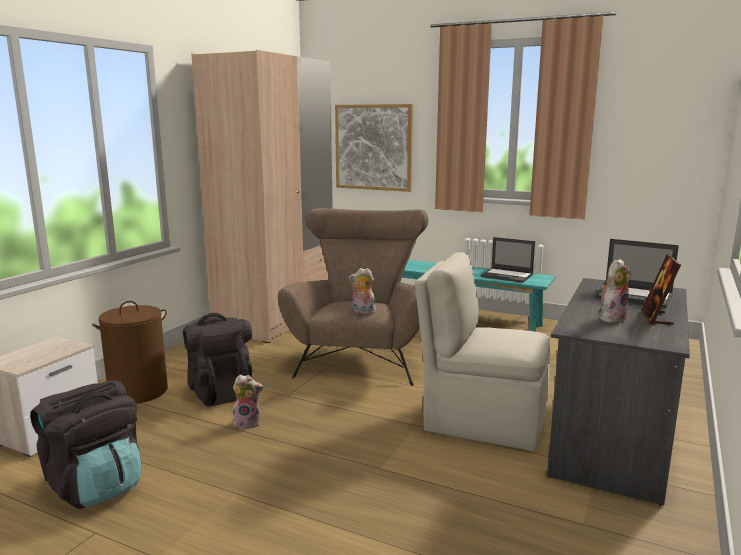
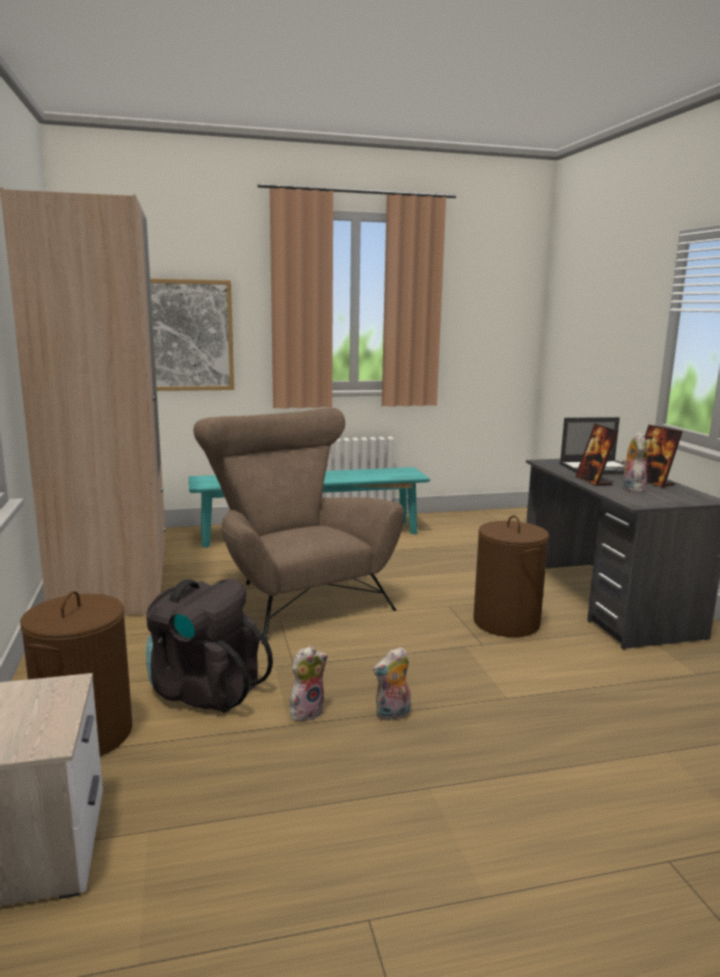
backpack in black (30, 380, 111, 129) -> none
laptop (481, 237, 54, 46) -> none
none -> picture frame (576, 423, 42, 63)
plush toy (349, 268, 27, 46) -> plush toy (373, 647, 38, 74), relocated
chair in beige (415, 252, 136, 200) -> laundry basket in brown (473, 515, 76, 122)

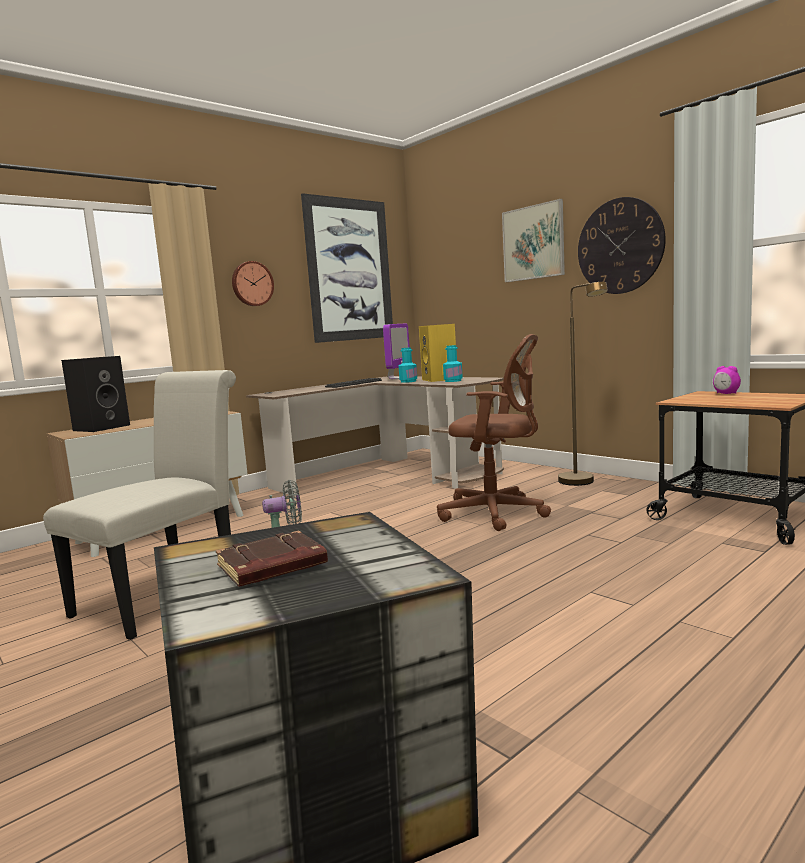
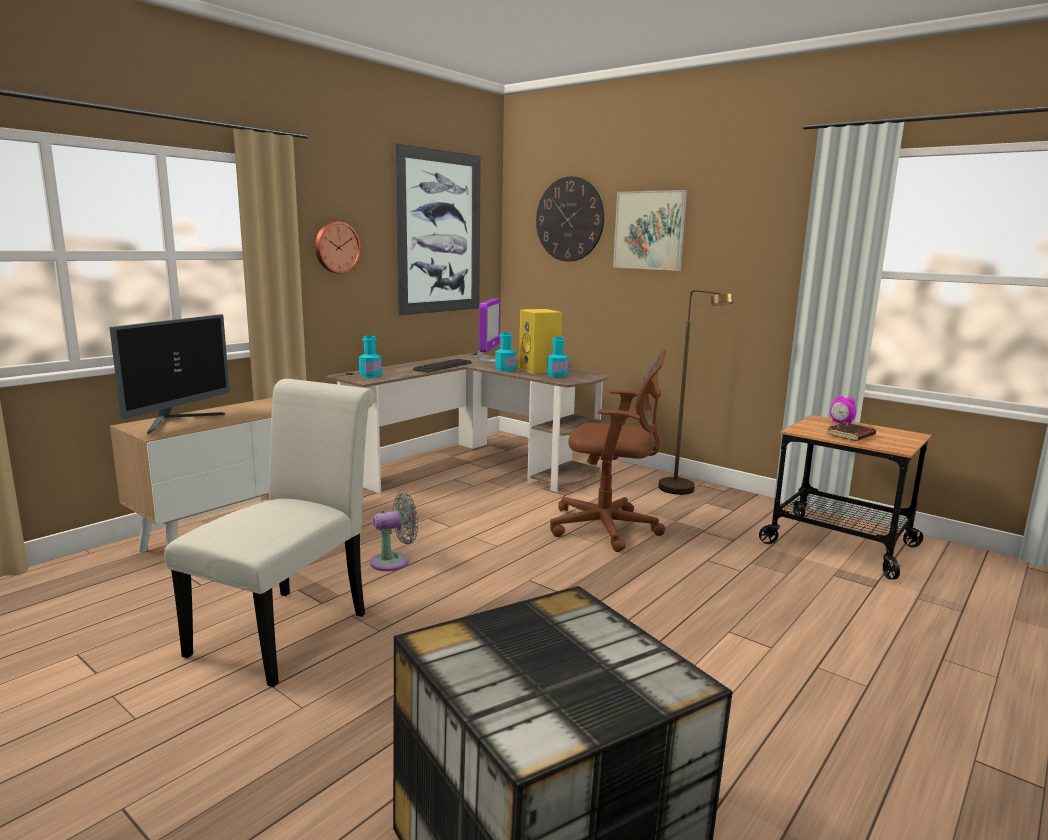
none -> bottle in turquoise (359, 336, 23, 42)
book in brown (216, 530, 112, 57) -> book in brown (826, 422, 50, 19), relocated
wall clock (578, 197, 88, 97) -> wall clock (536, 176, 68, 86), relocated
speaker in black (61, 356, 69, 76) -> monitor (109, 314, 121, 121)

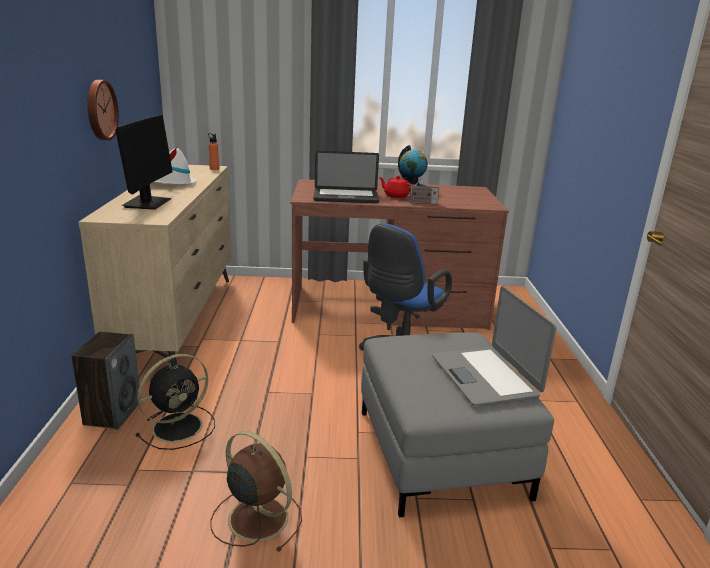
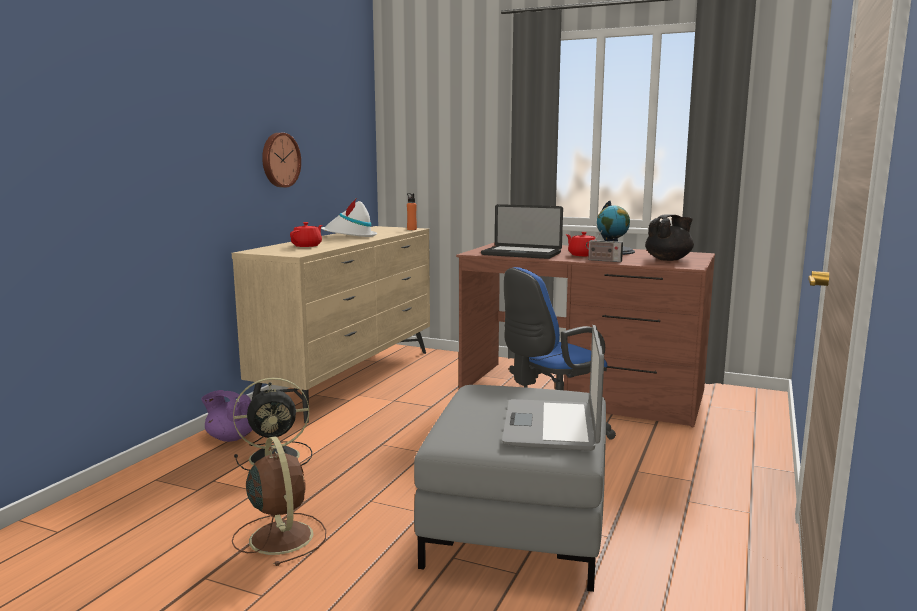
none -> teapot in black (645, 214, 49, 47)
speaker (72, 332, 69, 98) -> teapot in purple (201, 390, 51, 52)
monitor (115, 115, 58, 95) -> teapot in red (290, 222, 32, 25)

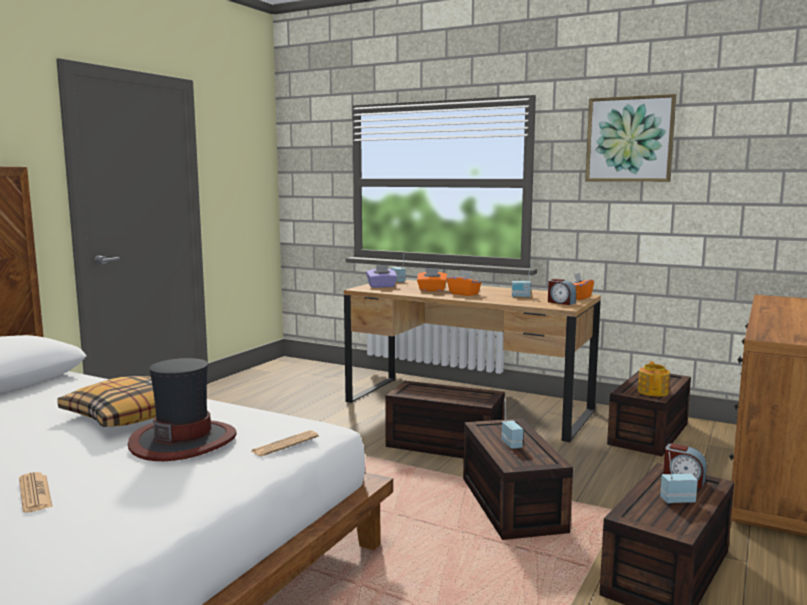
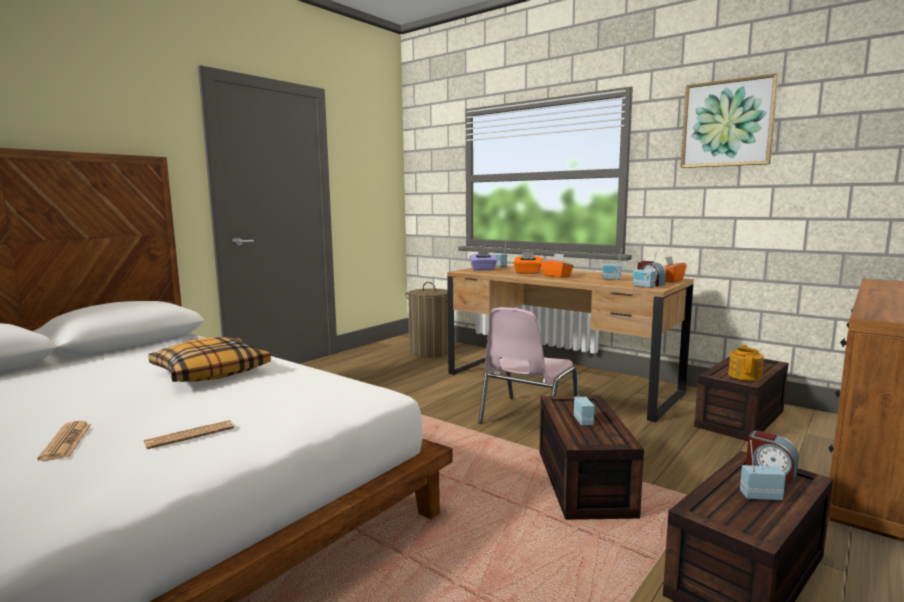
hat (128, 358, 109, 103) -> none
none -> laundry basket (405, 282, 43, 76)
none -> radio (633, 253, 24, 35)
newspaper (251, 430, 68, 27) -> newspaper (144, 420, 90, 29), relocated
storage box in brown (385, 381, 120, 78) -> chair in pink (478, 307, 99, 117)

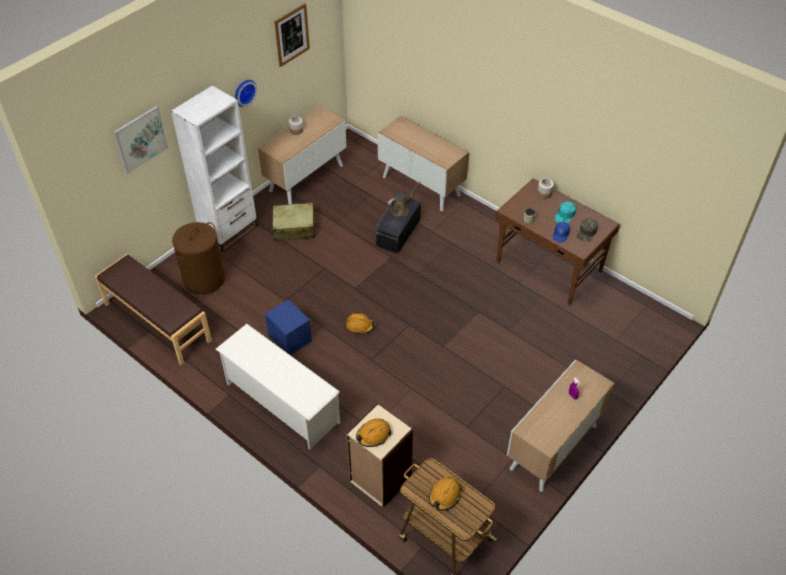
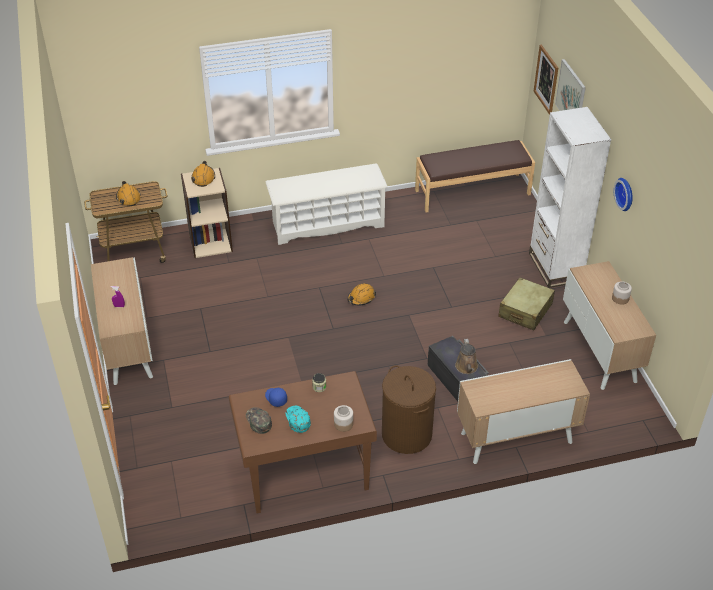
storage box in blue (265, 299, 47, 56) -> none
laundry basket in brown (172, 222, 53, 73) -> laundry basket in brown (382, 365, 54, 89), relocated
picture (274, 3, 36, 64) -> picture (534, 45, 24, 70), relocated

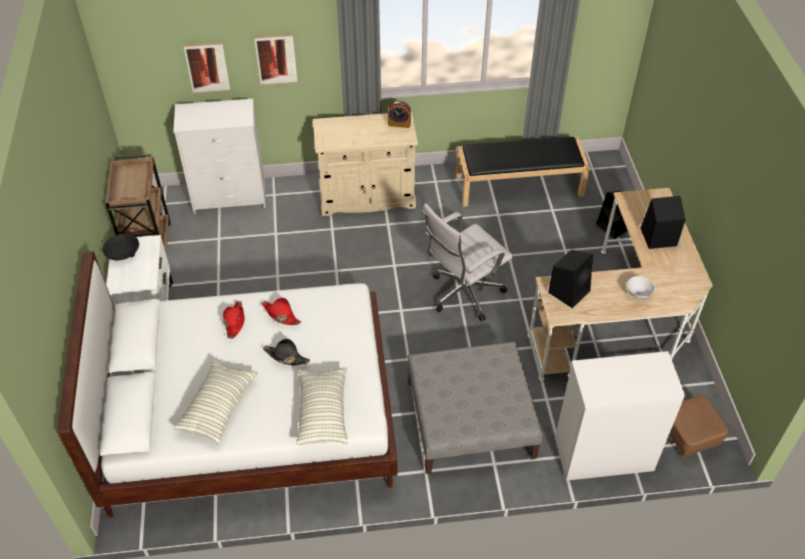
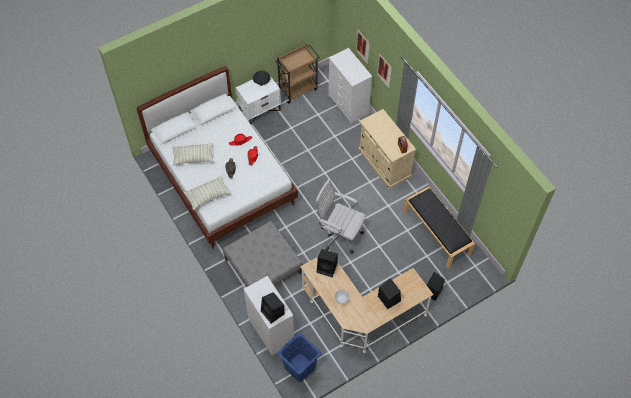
none -> speaker in black (261, 292, 24, 32)
ottoman in brown (669, 395, 60, 63) -> laundry basket in blue (278, 333, 43, 49)

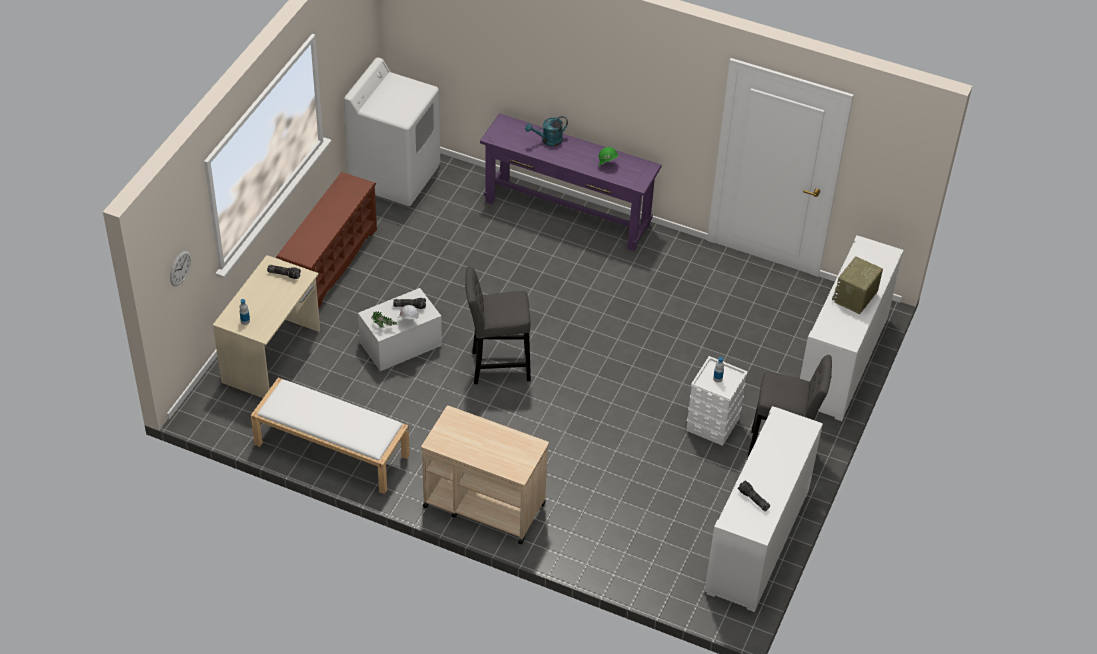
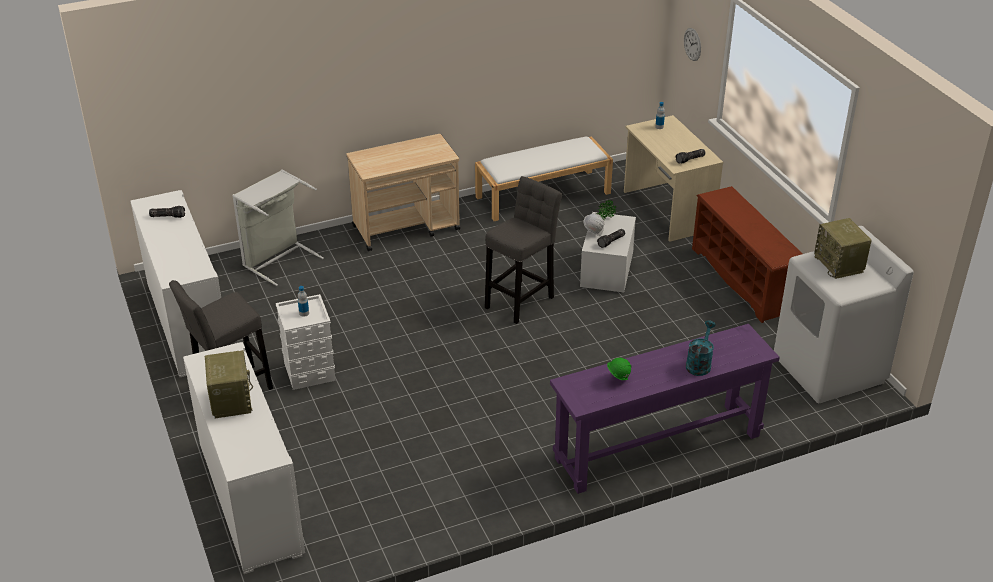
none -> laundry basket in grey (232, 170, 92, 116)
none -> radio (814, 218, 58, 61)

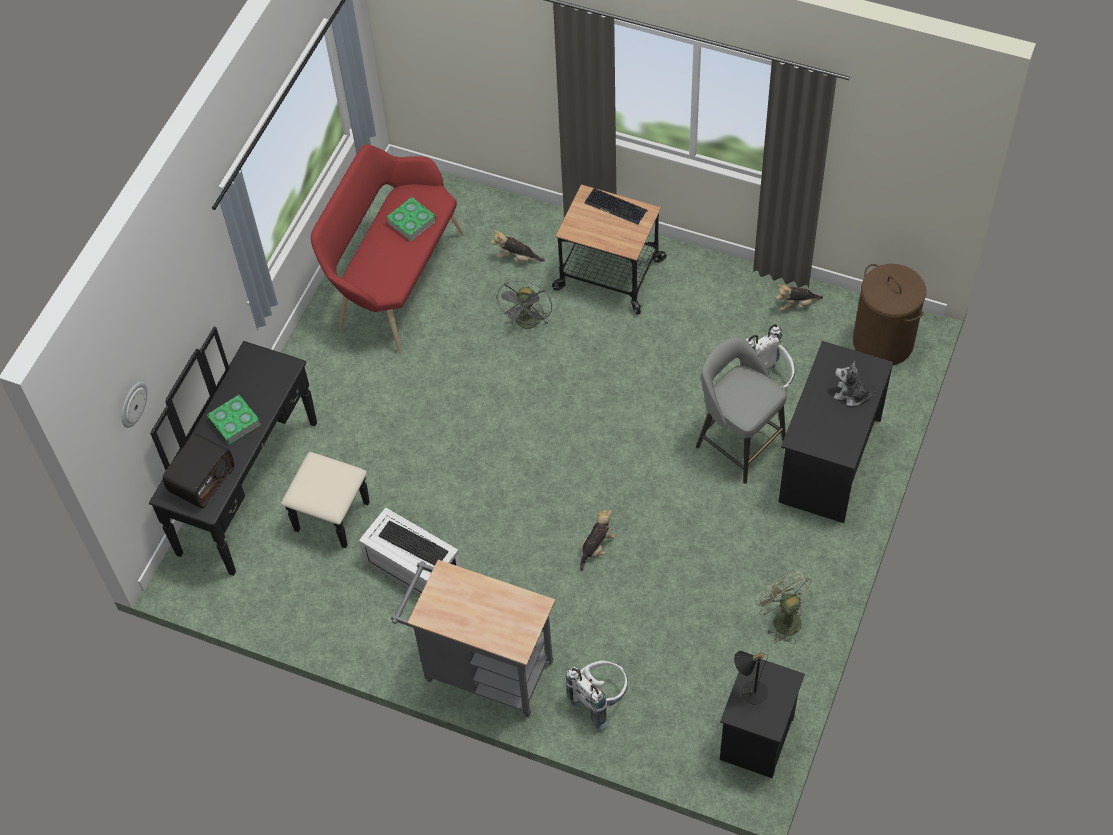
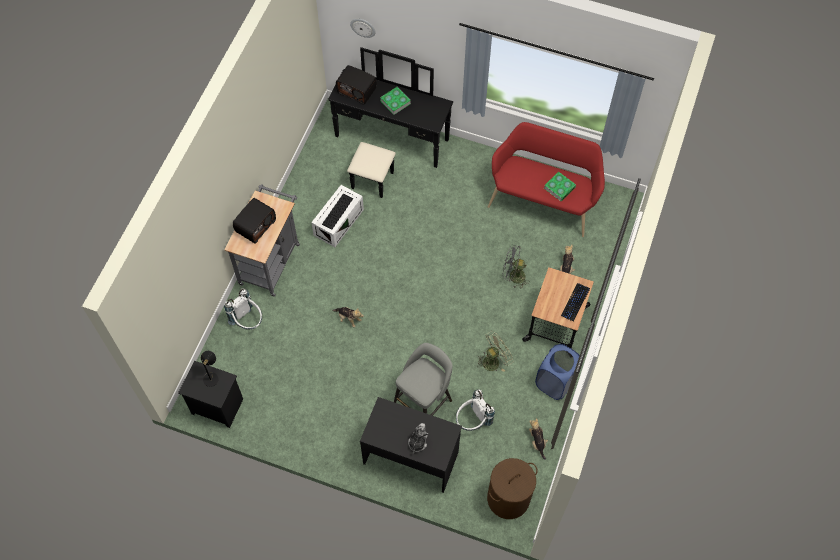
none -> radio (233, 198, 43, 46)
none -> laundry basket in blue (535, 344, 47, 56)
fan in green (753, 570, 59, 74) -> fan in green (477, 331, 36, 41), relocated

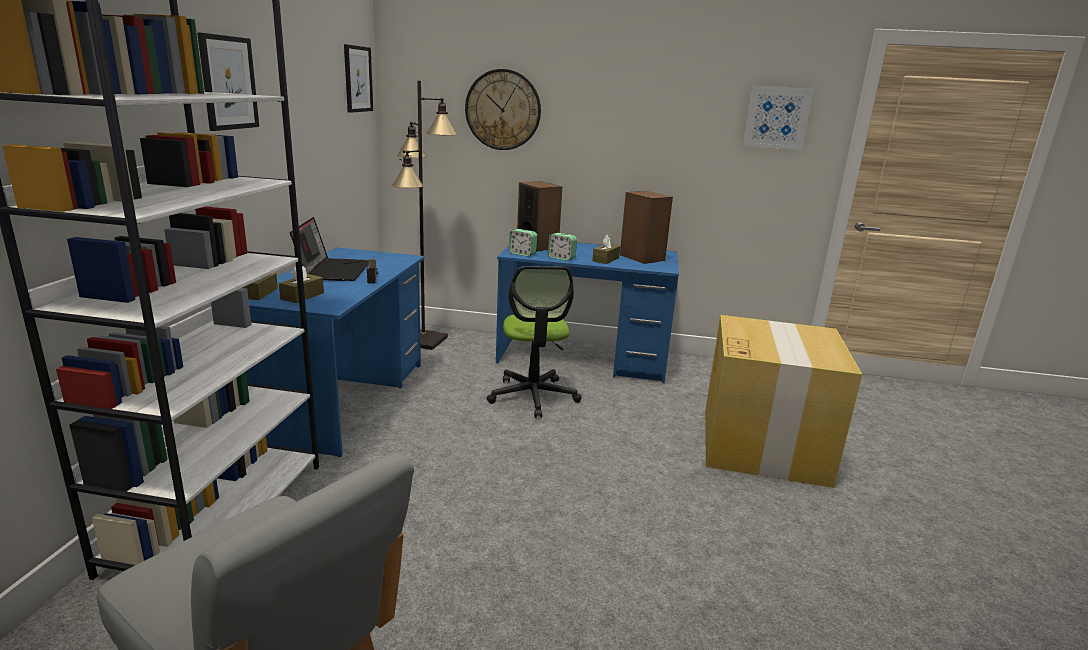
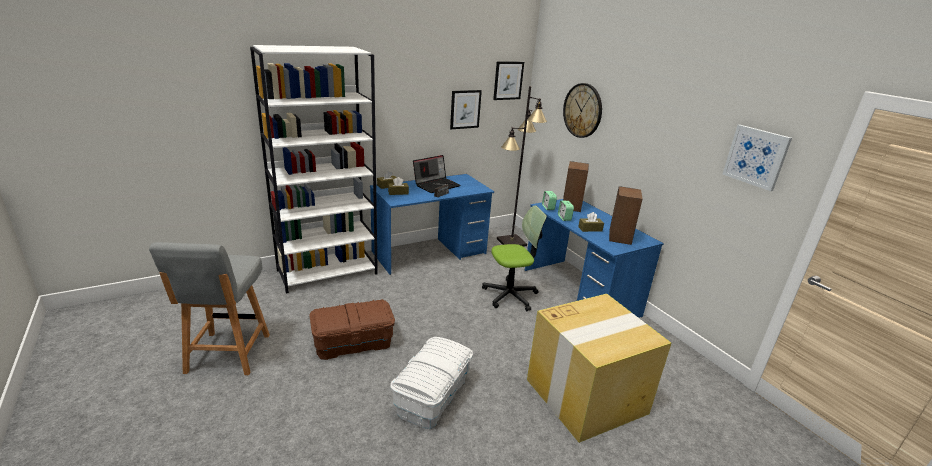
none -> storage box in brown (309, 299, 86, 61)
none -> storage box in white (390, 337, 83, 92)
picture (197, 32, 62, 99) -> picture (450, 90, 32, 39), relocated
office chair (487, 266, 95, 152) -> office chair (482, 205, 65, 106), 150 degrees counterclockwise

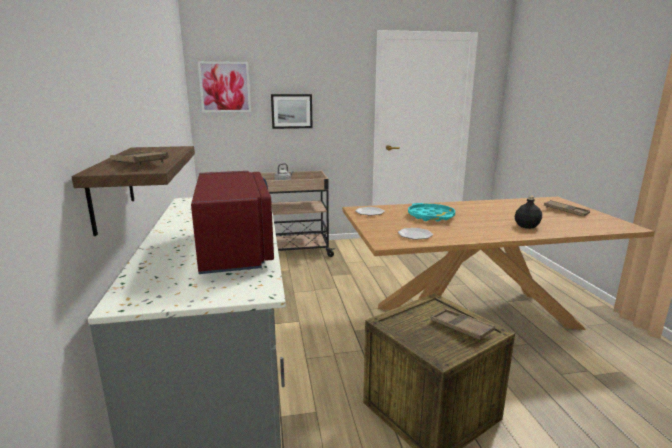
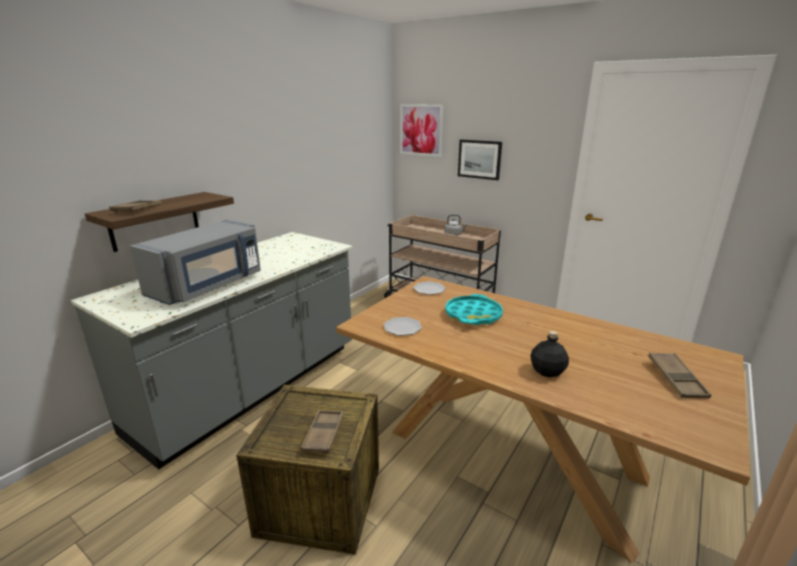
microwave in red (191, 171, 83, 103) -> microwave in grey (130, 220, 131, 85)

